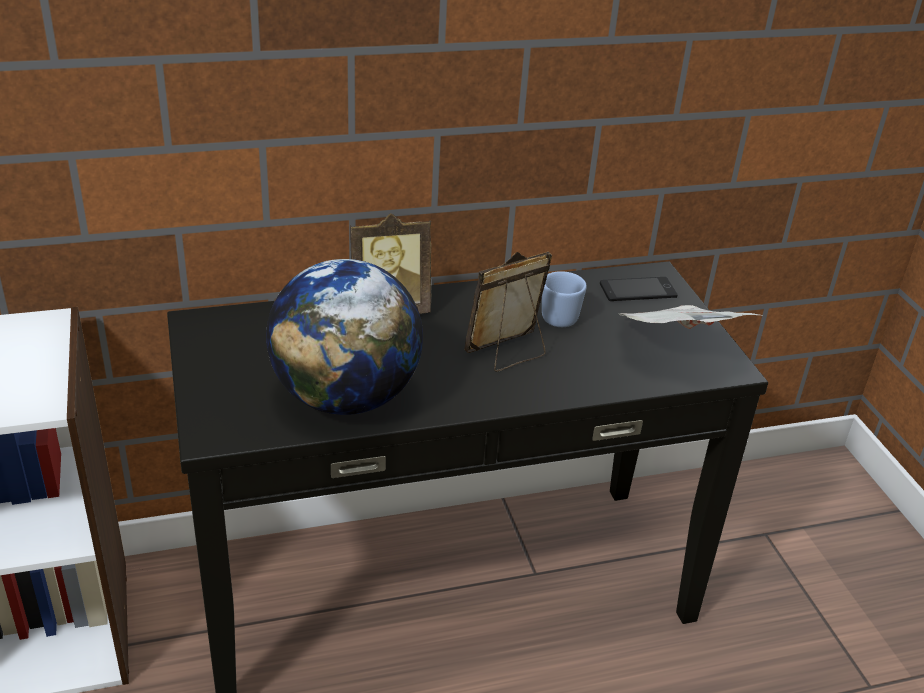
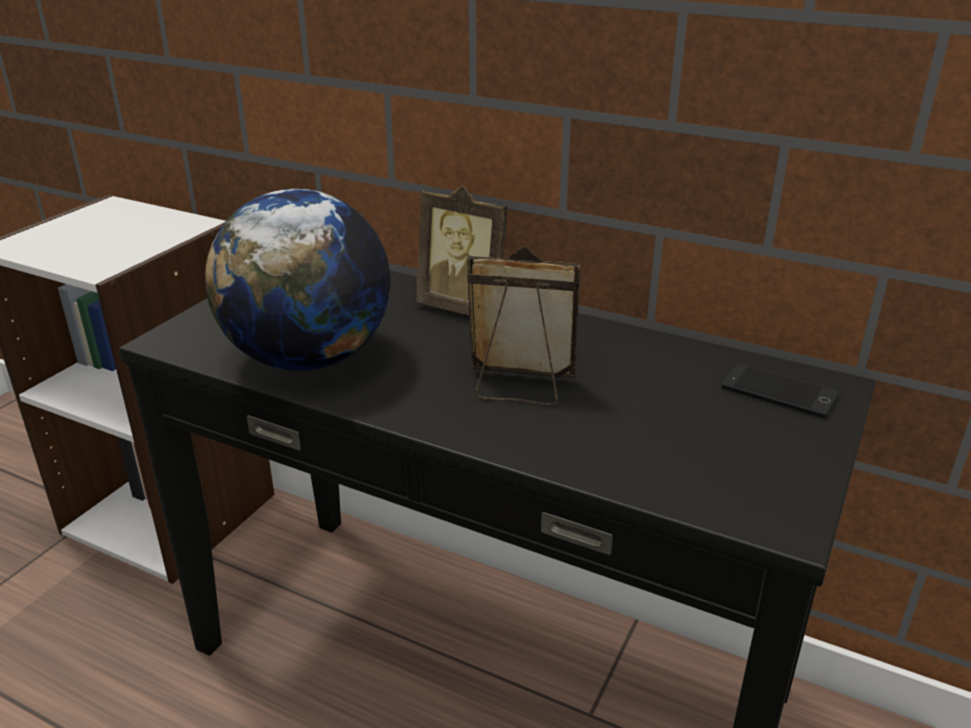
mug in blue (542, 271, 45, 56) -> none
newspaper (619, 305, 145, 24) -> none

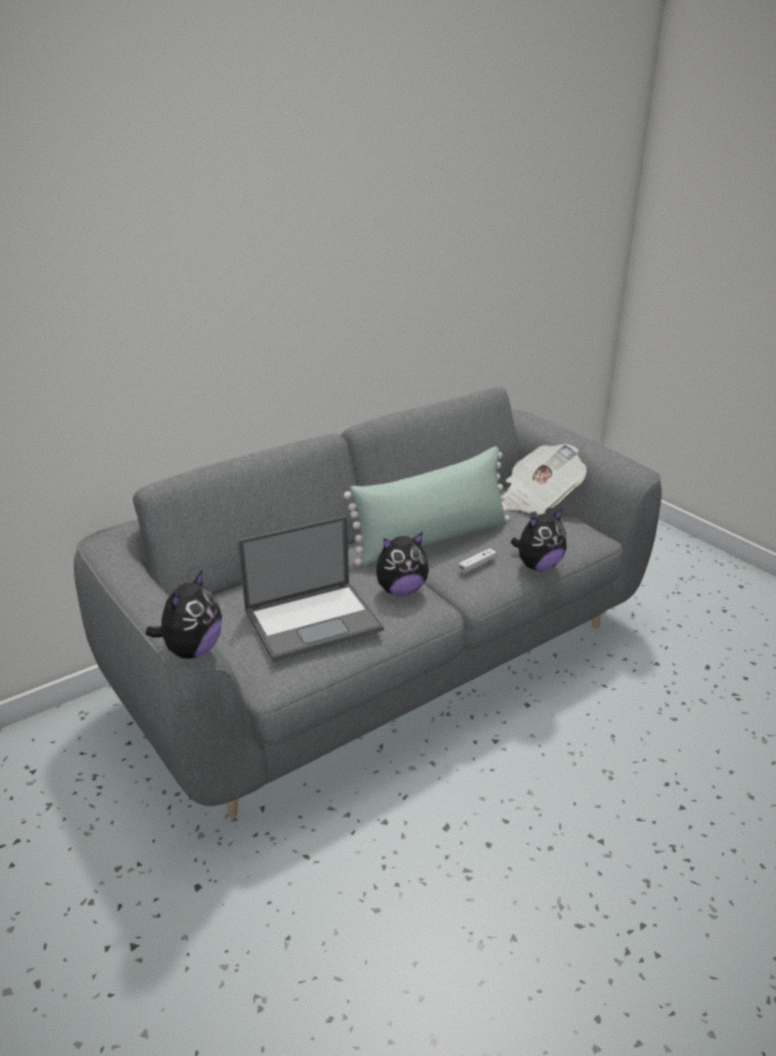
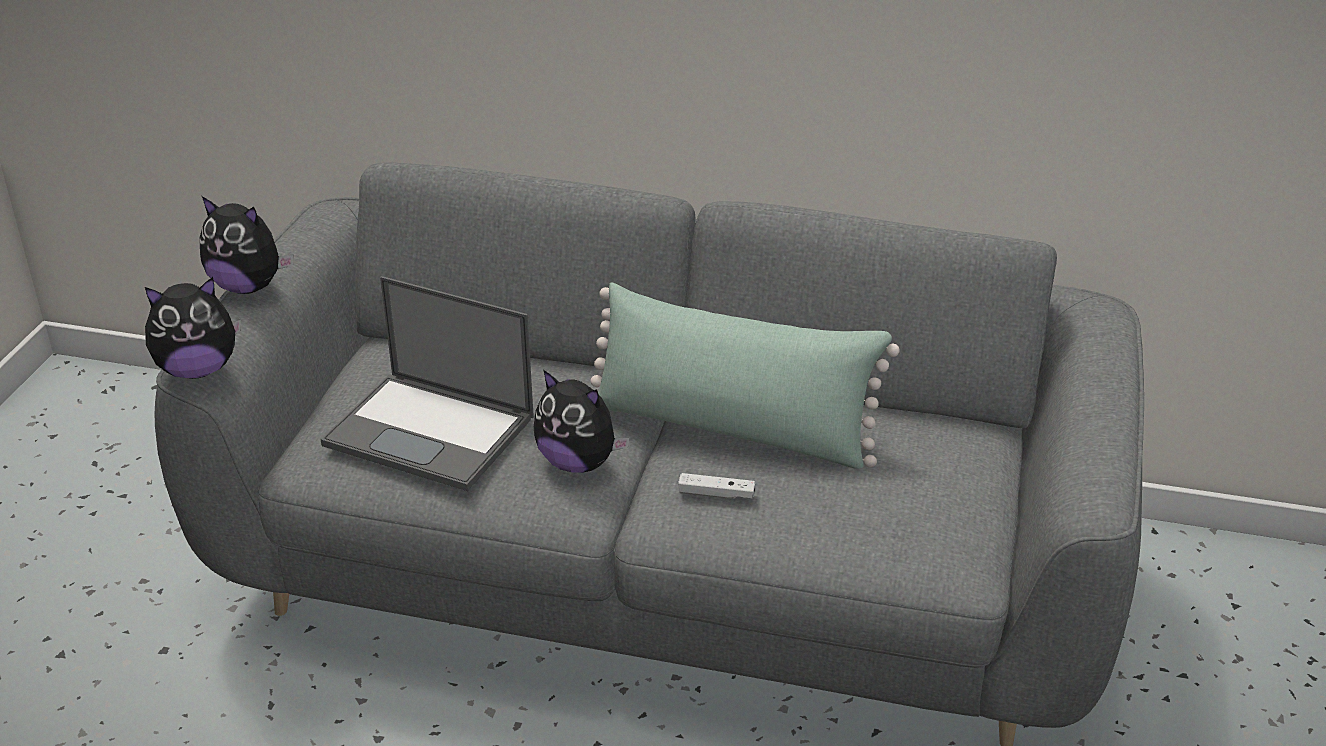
newspaper (502, 444, 85, 71) -> none
plush toy (511, 509, 55, 62) -> plush toy (200, 196, 93, 98), relocated

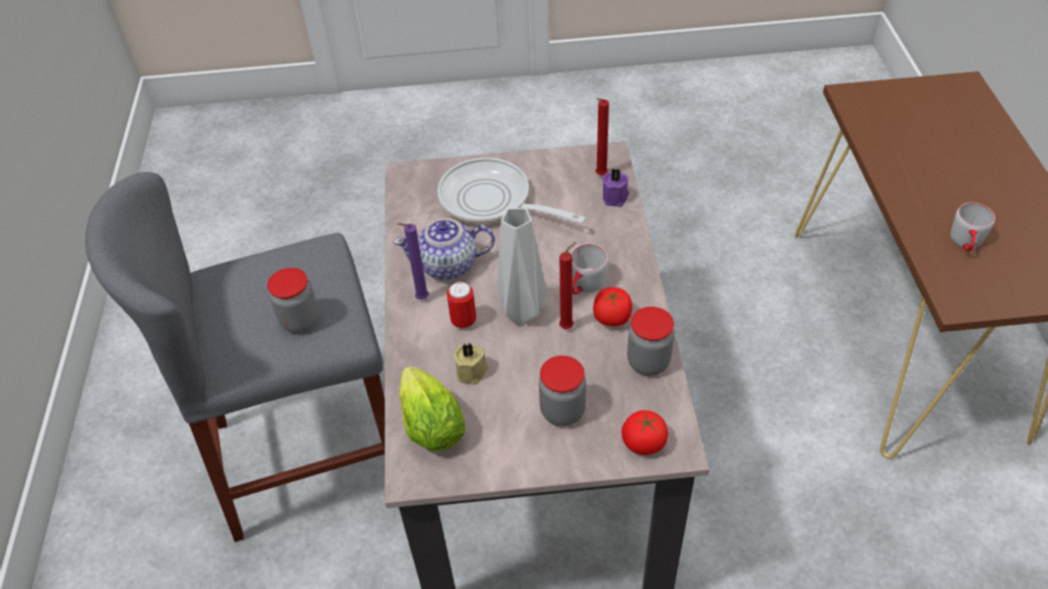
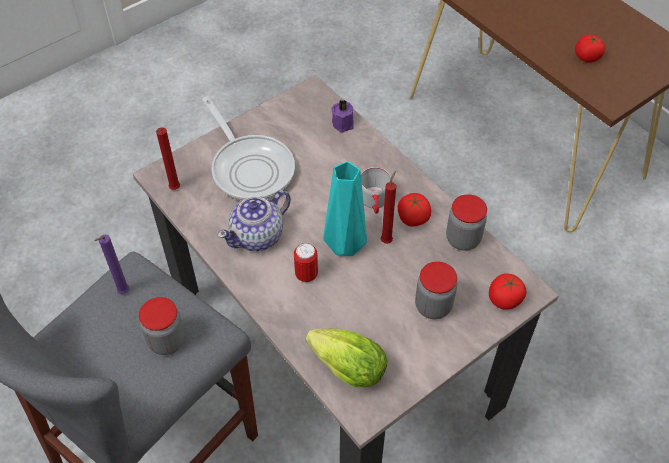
candle in beige (453, 343, 36, 42) -> none
candle in purple (397, 223, 32, 77) -> candle in purple (94, 234, 35, 60), relocated
candle in red (595, 98, 14, 77) -> candle in red (156, 127, 24, 63), relocated
mug in grey (950, 203, 45, 49) -> tomato (575, 34, 30, 28)
vase in grey (497, 208, 50, 117) -> vase in turquoise (323, 161, 44, 95)
frying pan (437, 158, 149, 66) -> frying pan (202, 96, 93, 104), 120 degrees counterclockwise

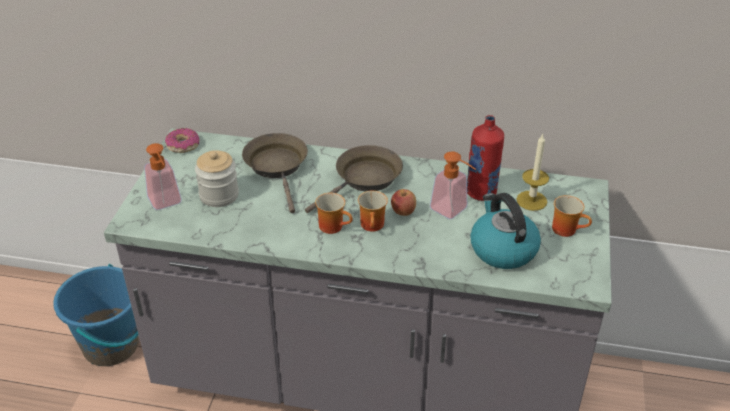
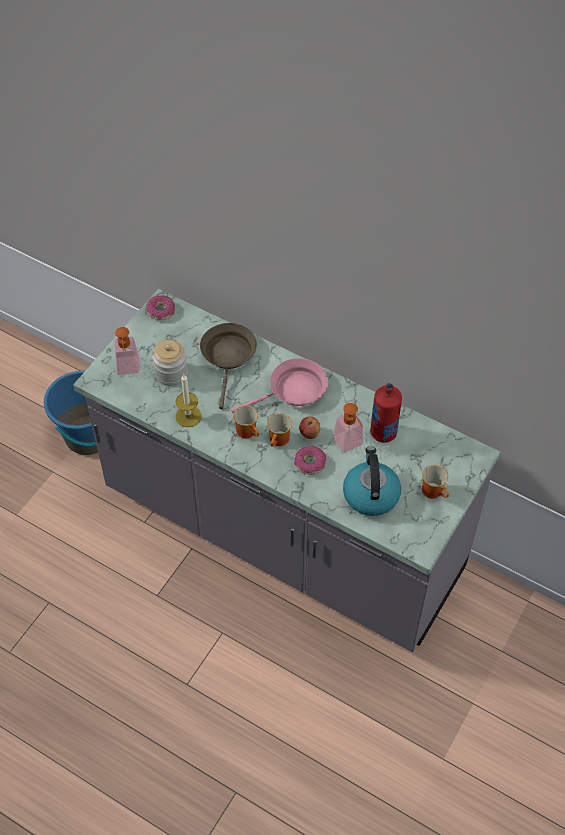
none -> donut (294, 446, 32, 29)
candle (516, 134, 33, 77) -> candle (176, 374, 26, 53), relocated
frying pan in brown (305, 145, 98, 68) -> frying pan in pink (231, 358, 97, 55)

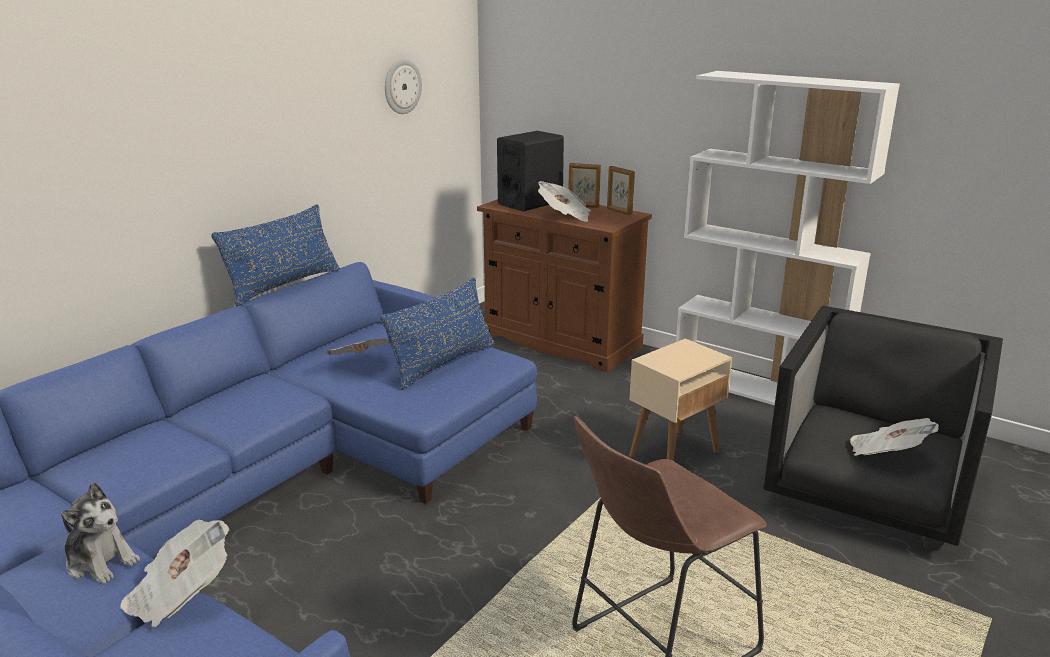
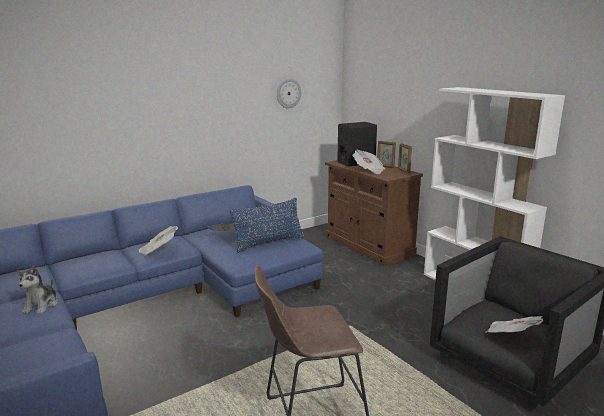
pillow in blue (211, 204, 129, 102) -> none
side table in beige (629, 339, 103, 122) -> none
newspaper (120, 519, 109, 108) -> newspaper (138, 226, 40, 29), relocated
plush toy (61, 482, 79, 102) -> plush toy (17, 265, 41, 49), 45 degrees clockwise

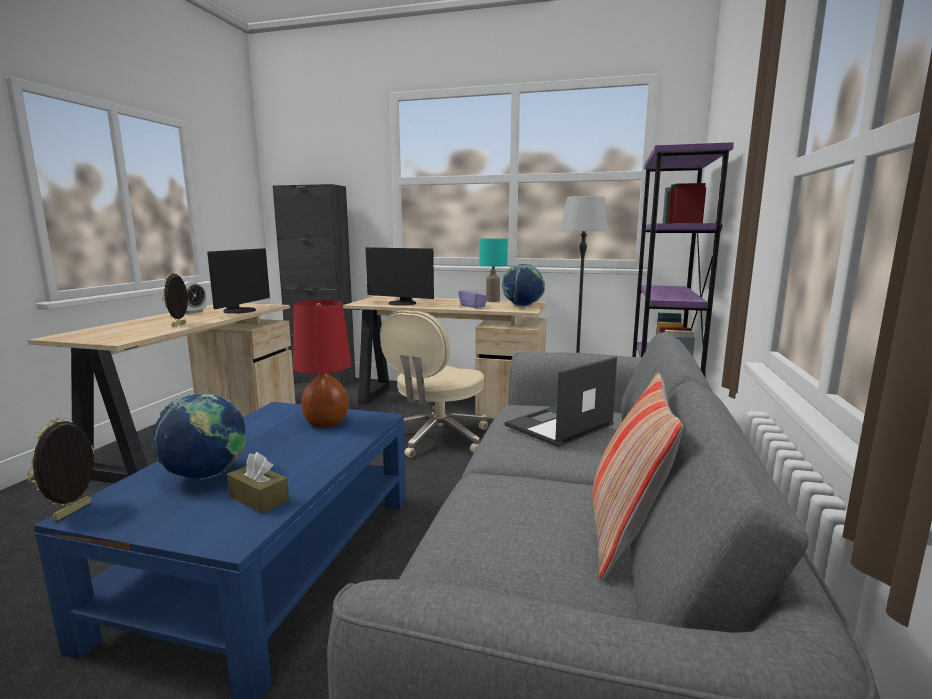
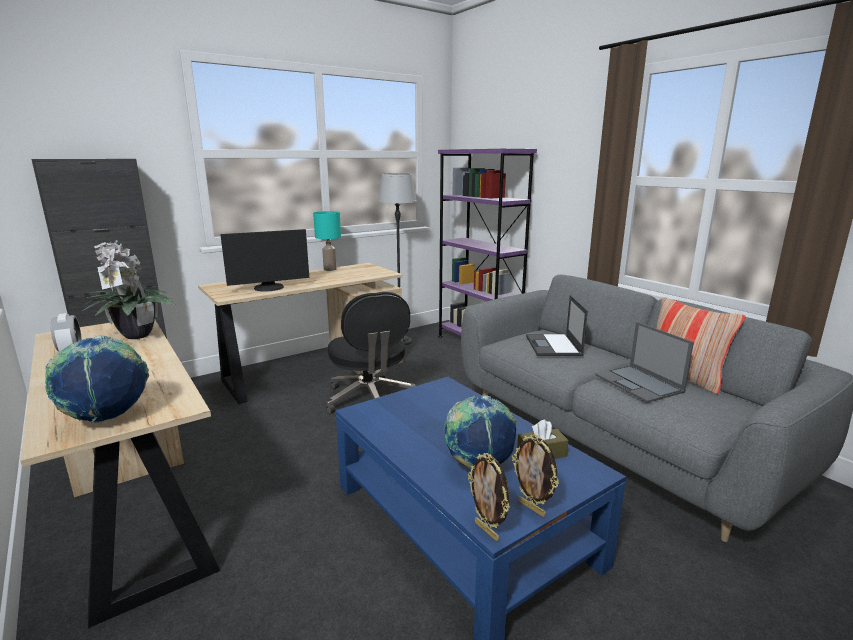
table lamp in red (293, 300, 58, 128) -> none
tissue box in purple (458, 285, 30, 23) -> none
none -> laptop (596, 322, 98, 81)
picture frame (162, 272, 26, 55) -> picture frame (512, 434, 47, 83), relocated
globe (502, 263, 43, 44) -> globe (45, 336, 104, 87), relocated
monitor (207, 248, 63, 66) -> potted plant (82, 240, 94, 99)
office chair in beige (380, 310, 108, 148) -> office chair in black (326, 292, 90, 122)

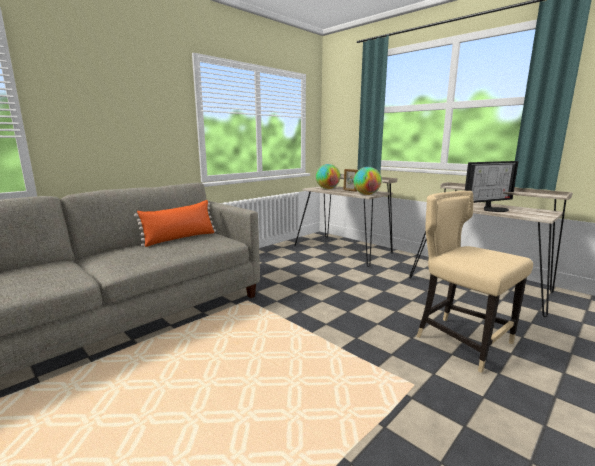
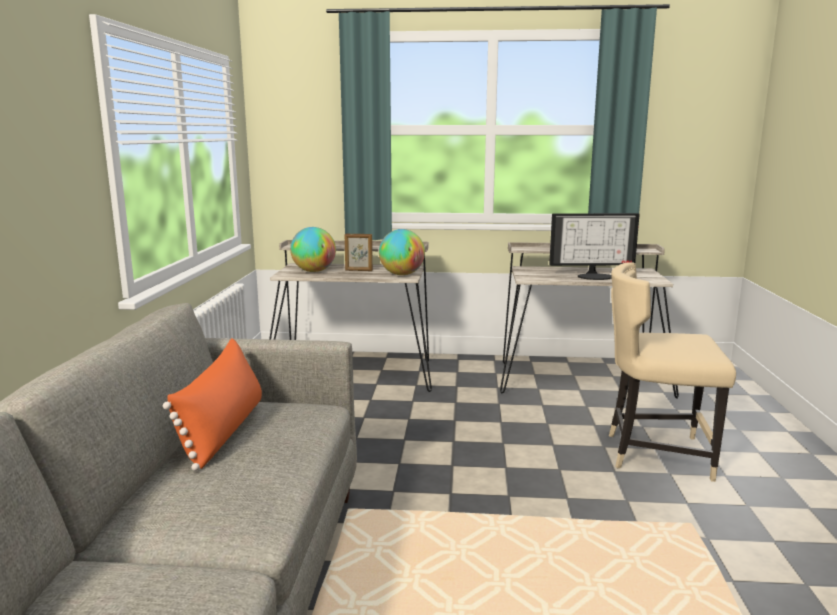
monitor (465, 161, 54, 51) -> monitor (549, 213, 91, 67), 60 degrees clockwise

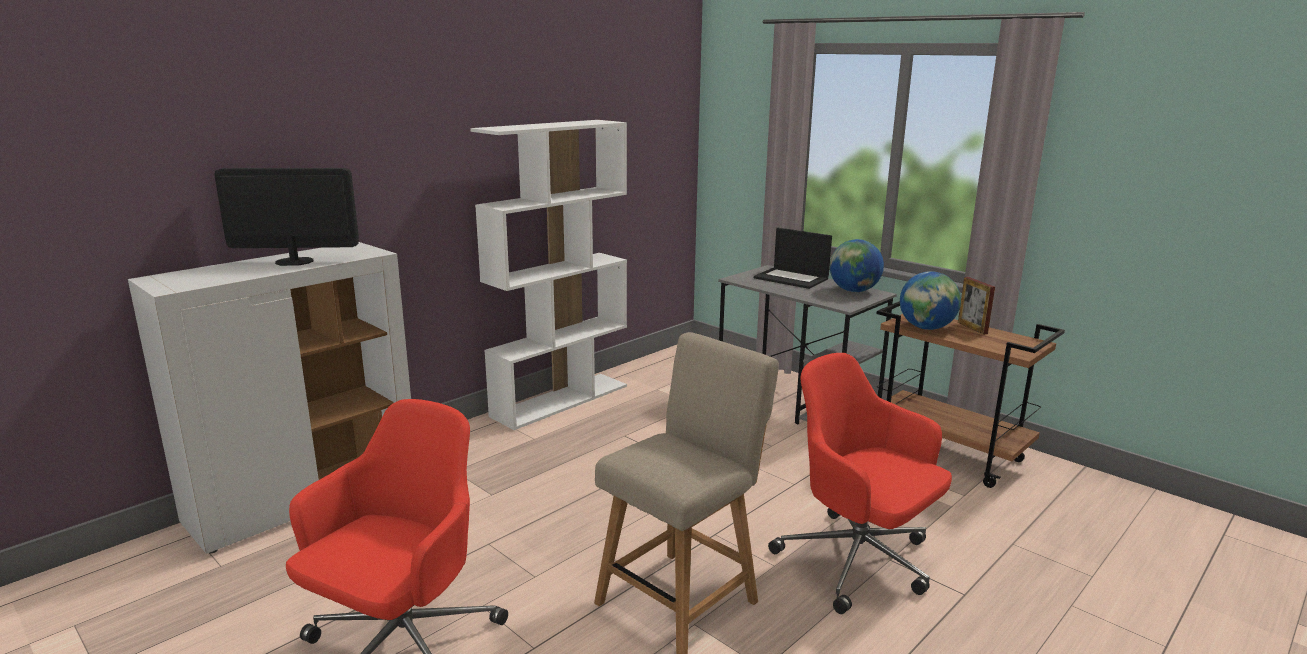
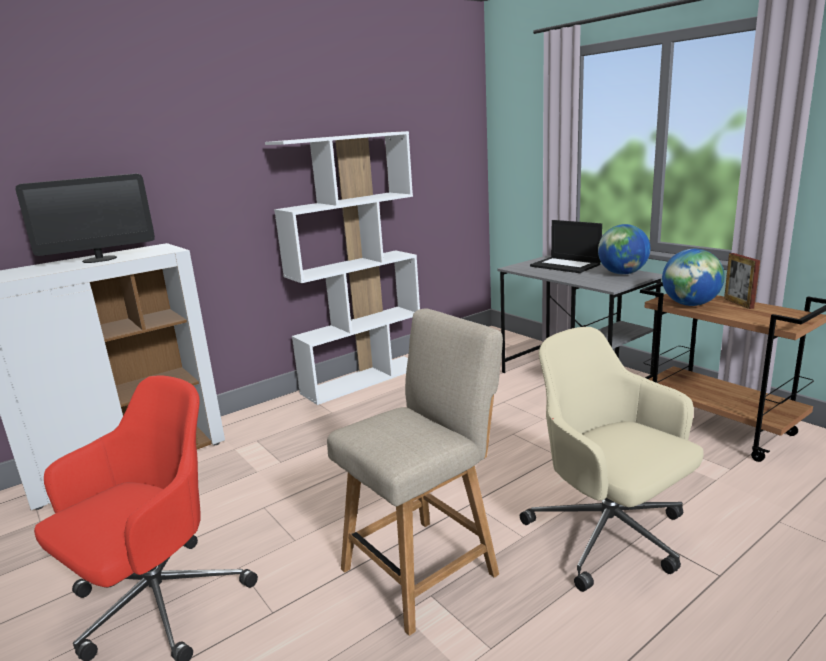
office chair in red (768, 353, 184, 261) -> office chair in beige (520, 327, 184, 265)
monitor (214, 168, 145, 98) -> monitor (16, 173, 139, 90), 150 degrees clockwise

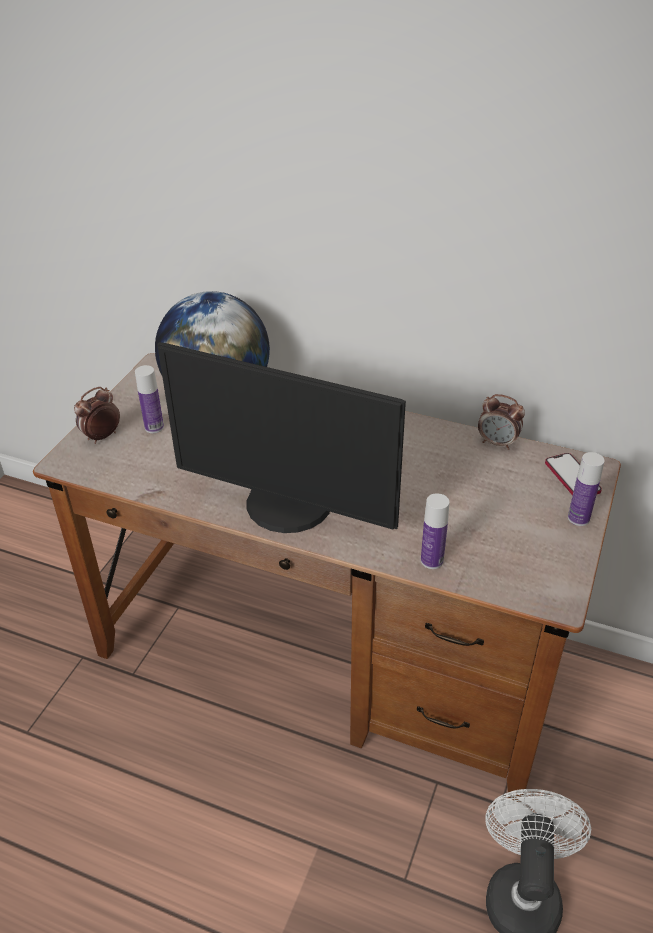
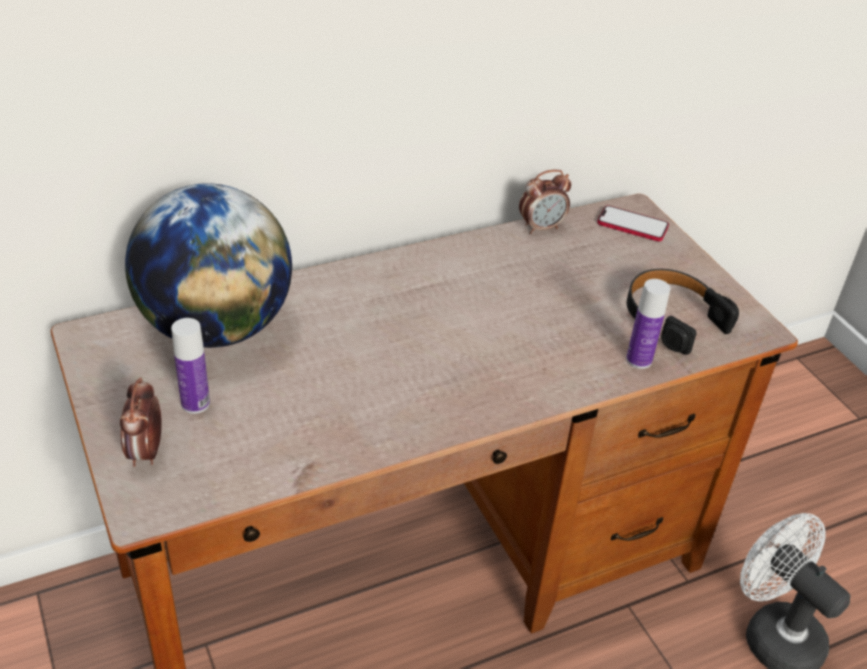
monitor (157, 342, 249, 191) -> none
bottle (568, 452, 37, 74) -> none
none -> headphones in black (627, 269, 112, 86)

